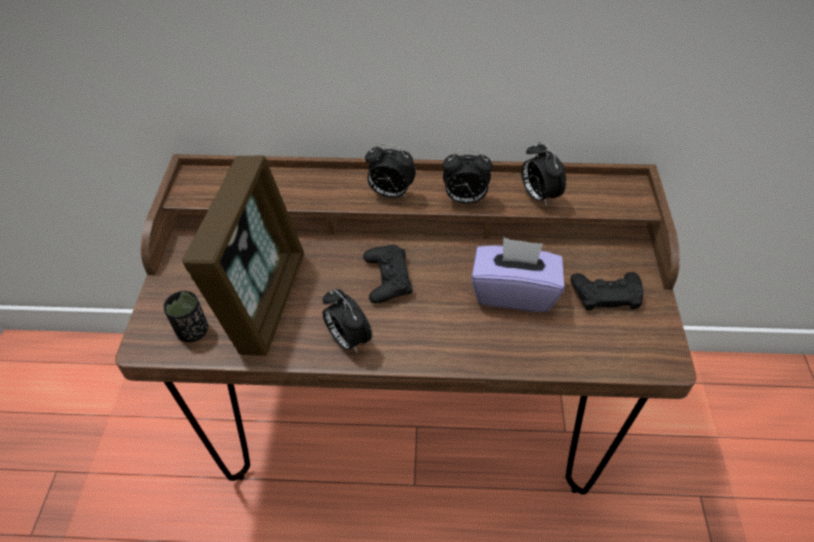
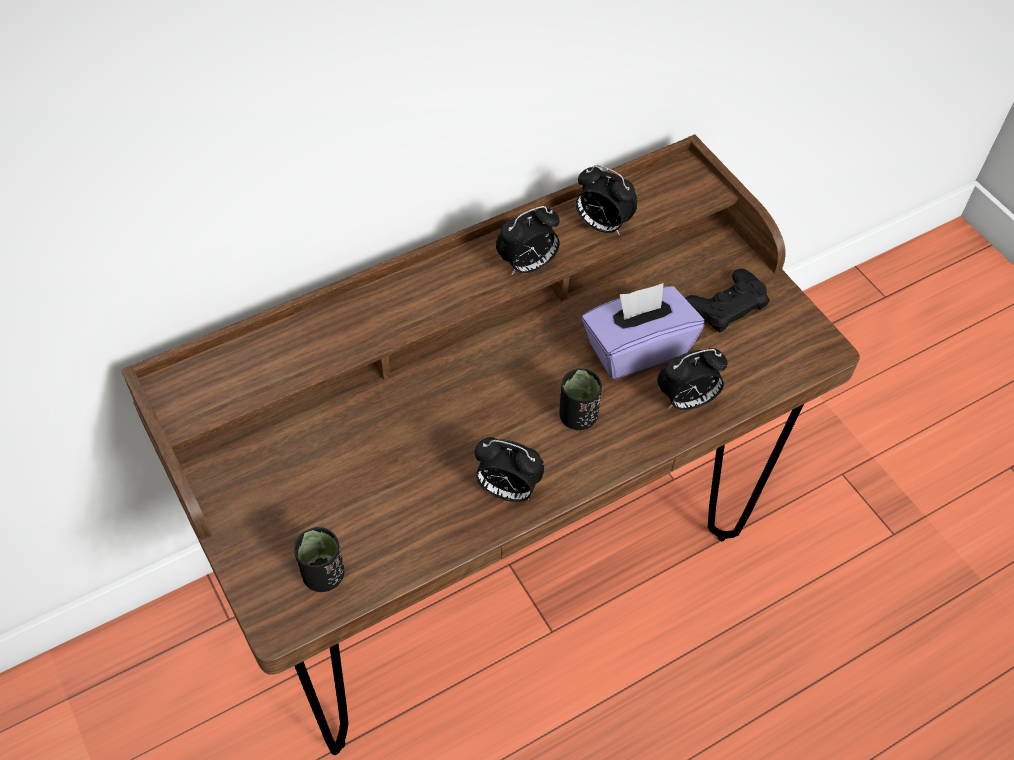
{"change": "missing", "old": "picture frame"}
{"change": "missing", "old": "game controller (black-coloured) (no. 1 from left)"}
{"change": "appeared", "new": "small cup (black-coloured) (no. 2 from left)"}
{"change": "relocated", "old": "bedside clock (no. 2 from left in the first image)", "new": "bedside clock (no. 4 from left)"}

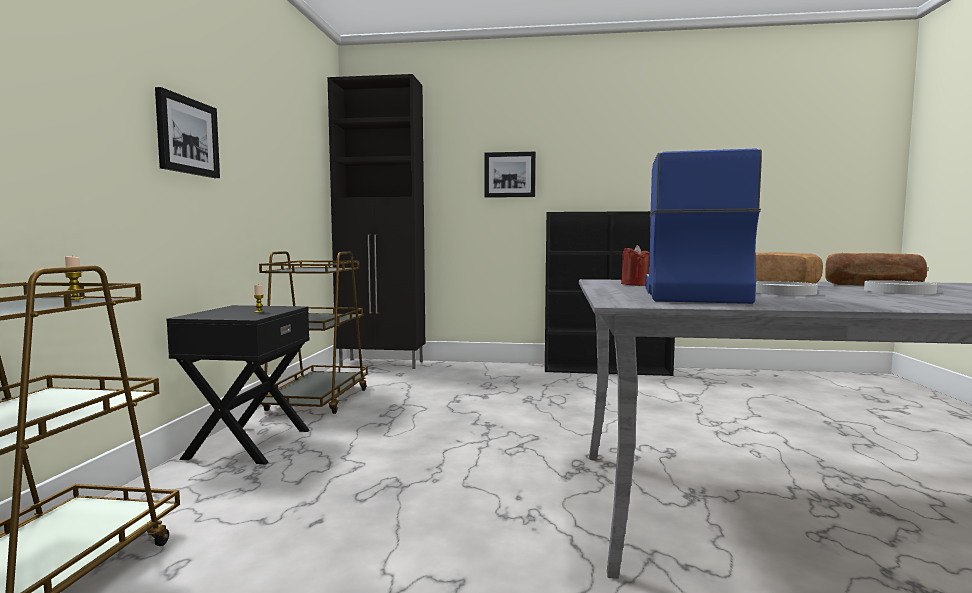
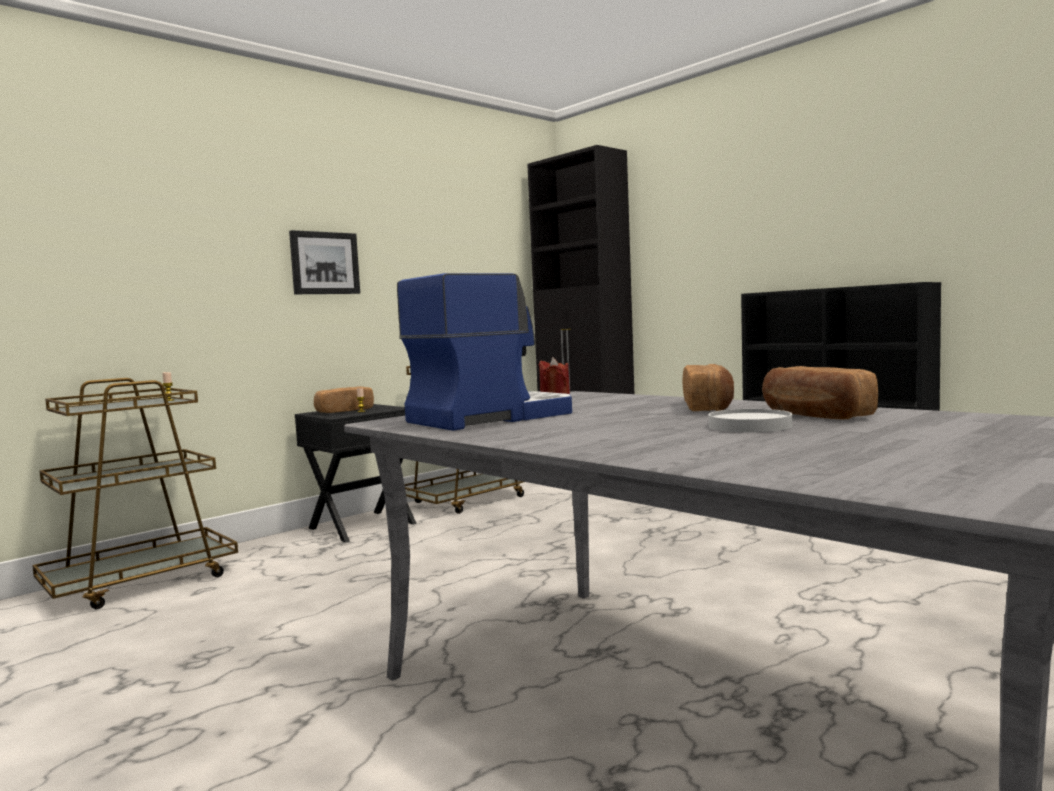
{"change": "missing", "old": "picture (no. 2 from left)"}
{"change": "missing", "old": "flat dish (whitish) (no. 1 from left)"}
{"change": "appeared", "new": "bakery bread (no. 1 from left)"}

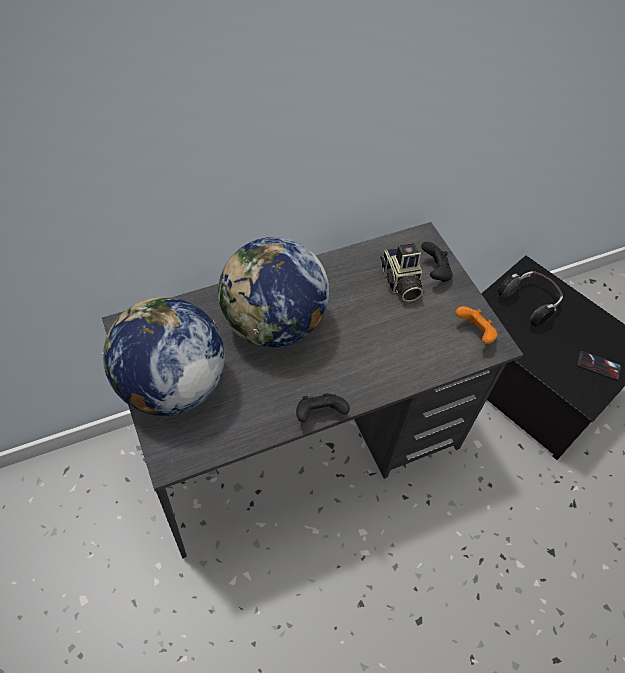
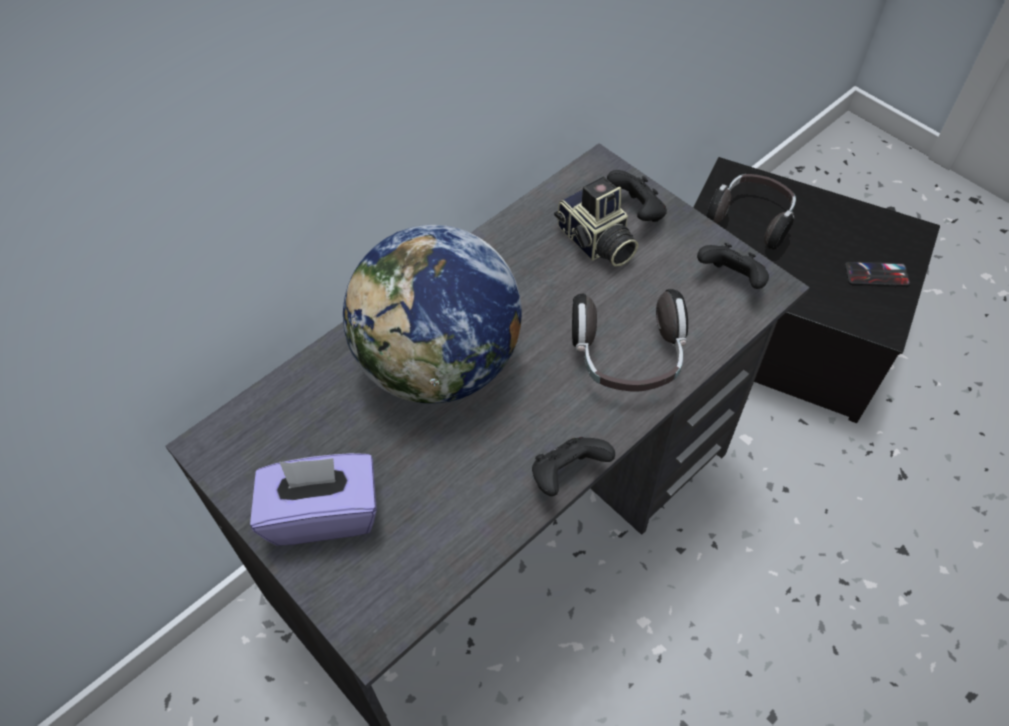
{"change": "appeared", "new": "pair of headphones (no. 1 from left)"}
{"change": "exchanged", "old": "globe (no. 1 from left)", "new": "box of tissues (purple)"}
{"change": "colour", "old": "game controller (orange-coloured)", "new": "game controller (black-coloured) (no. 3 from left)"}

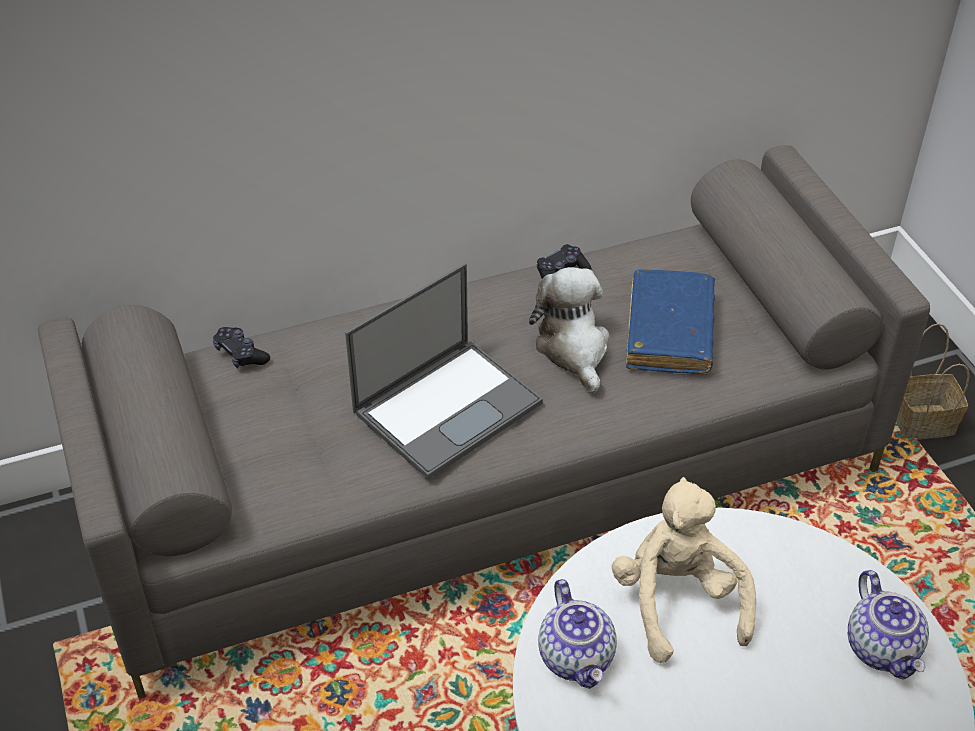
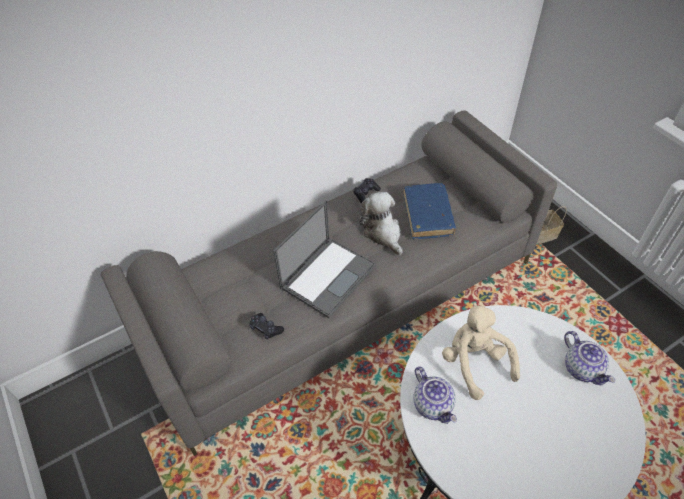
{"change": "relocated", "old": "game controller (black-coloured) (no. 1 from left)"}

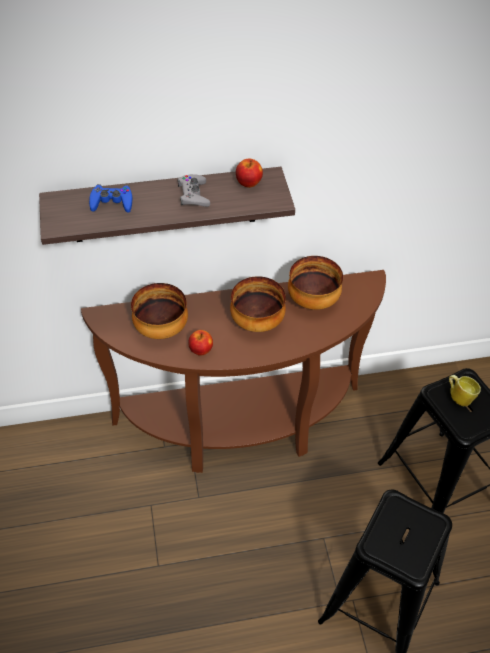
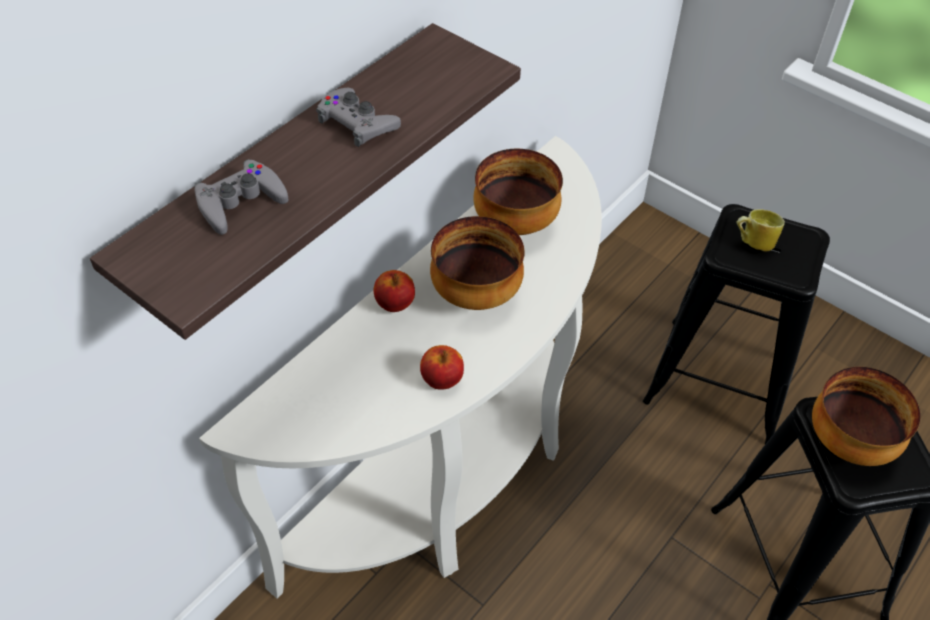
{"change": "relocated", "old": "serving bowl (no. 1 from left in the first image)", "new": "serving bowl (no. 3 from left)"}
{"change": "relocated", "old": "apple fruit (no. 2 from left in the first image)", "new": "apple fruit (no. 1 from left)"}
{"change": "colour", "old": "console table (brown)", "new": "console table (whitish)"}
{"change": "colour", "old": "game controller (bluish)", "new": "game controller (grey) (no. 1 from left)"}

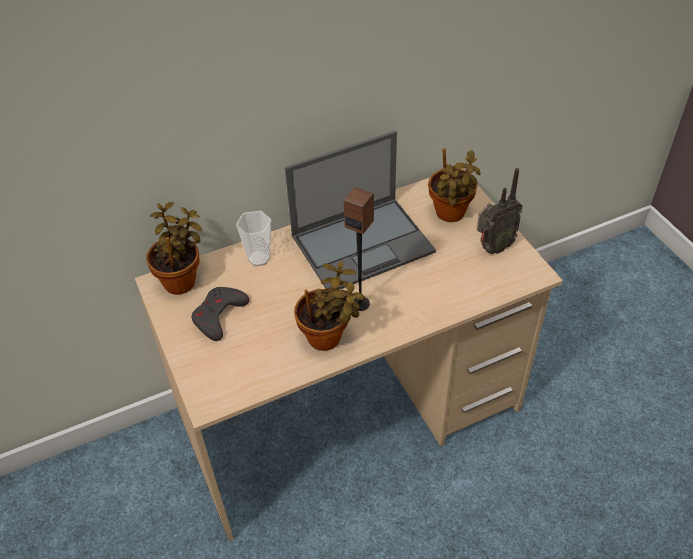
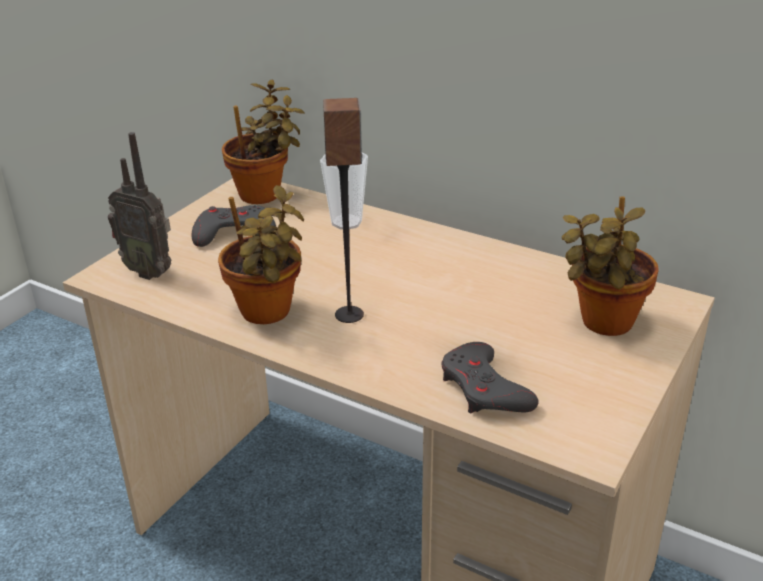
{"change": "missing", "old": "laptop"}
{"change": "appeared", "new": "game controller (grey) (no. 2 from left)"}
{"change": "relocated", "old": "radio"}

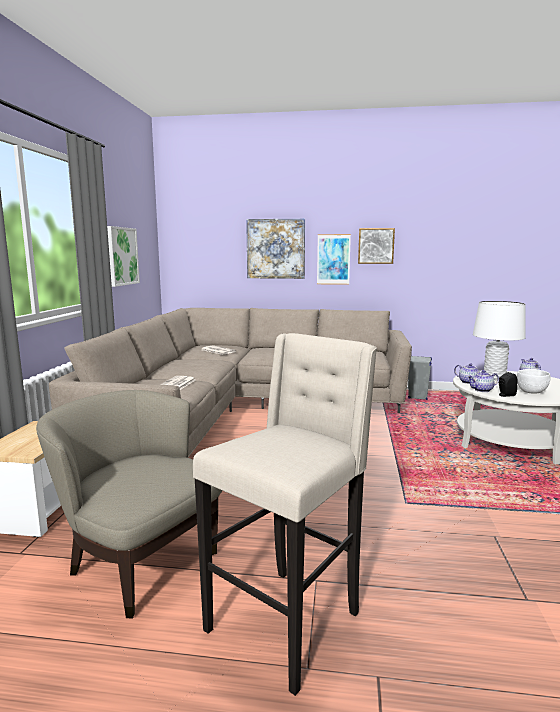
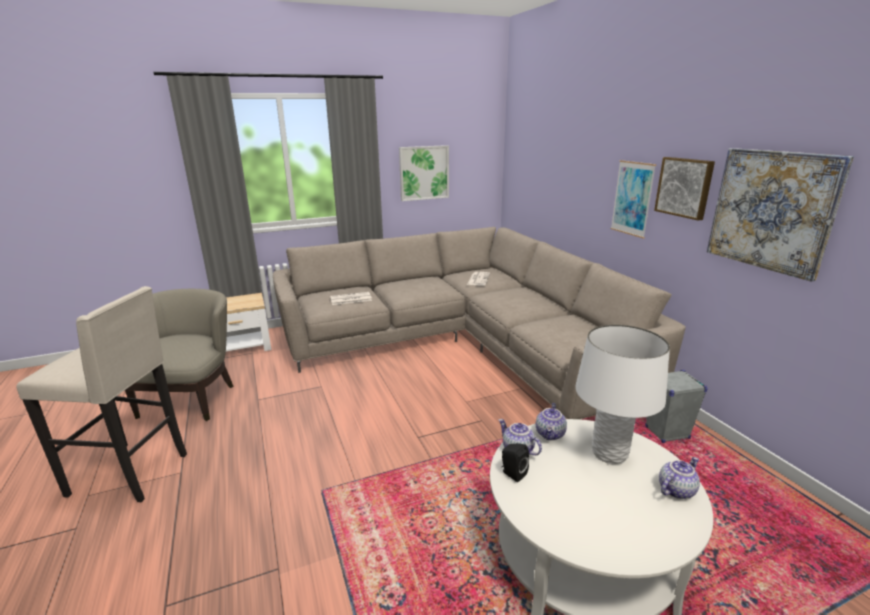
{"change": "missing", "old": "serving bowl (whitish)"}
{"change": "relocated", "old": "picture (no. 2 from left in the first image)", "new": "picture (no. 4 from left)"}

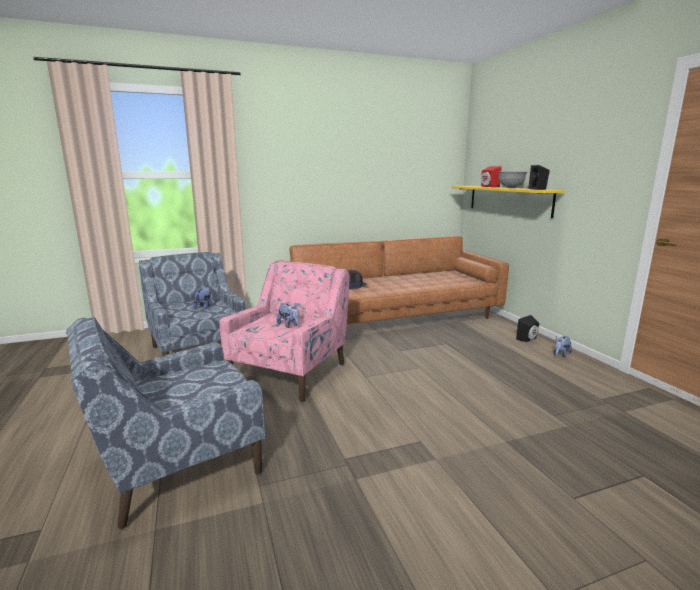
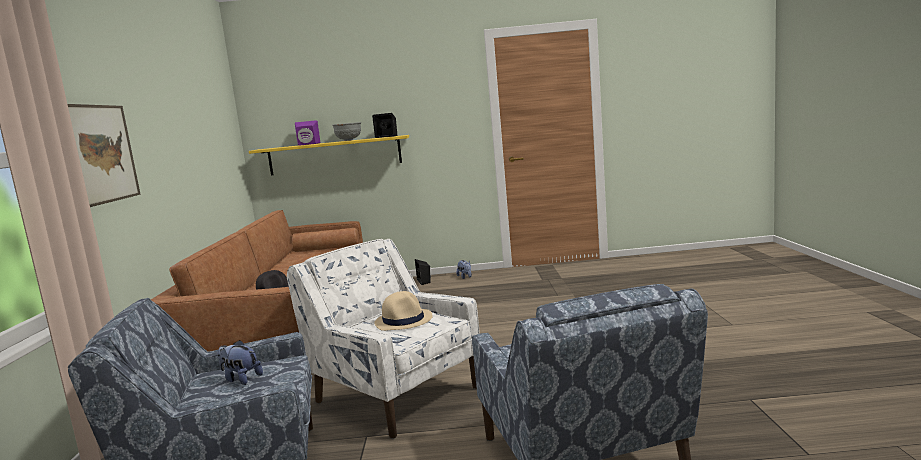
{"change": "appeared", "new": "picture"}
{"change": "exchanged", "old": "plush toy (no. 2 from left)", "new": "hat (beige-coloured)"}
{"change": "colour", "old": "easy chair (pinkish)", "new": "easy chair (whitish)"}
{"change": "colour", "old": "loudspeaker (red-coloured)", "new": "loudspeaker (purple)"}

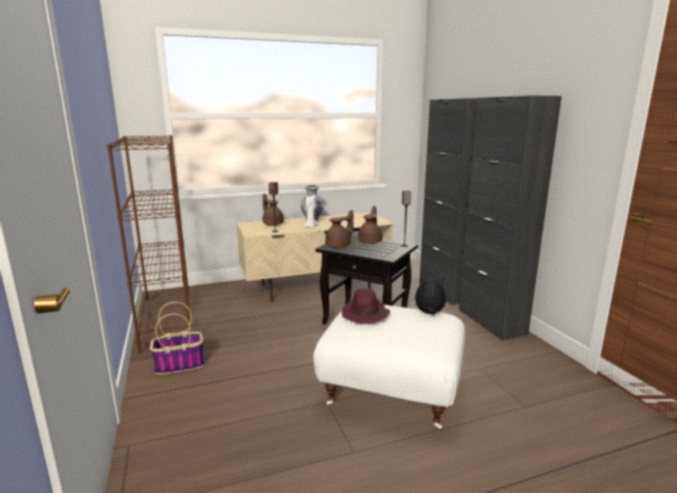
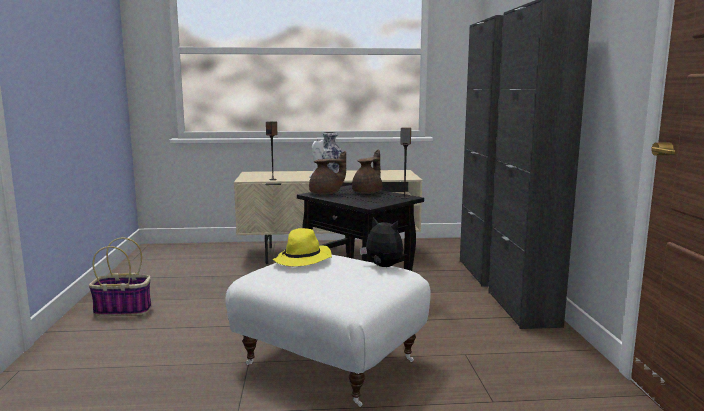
{"change": "missing", "old": "shelving unit (brown)"}
{"change": "missing", "old": "teapot (brown) (no. 1 from left)"}
{"change": "colour", "old": "hat (purple)", "new": "hat (yellowish)"}

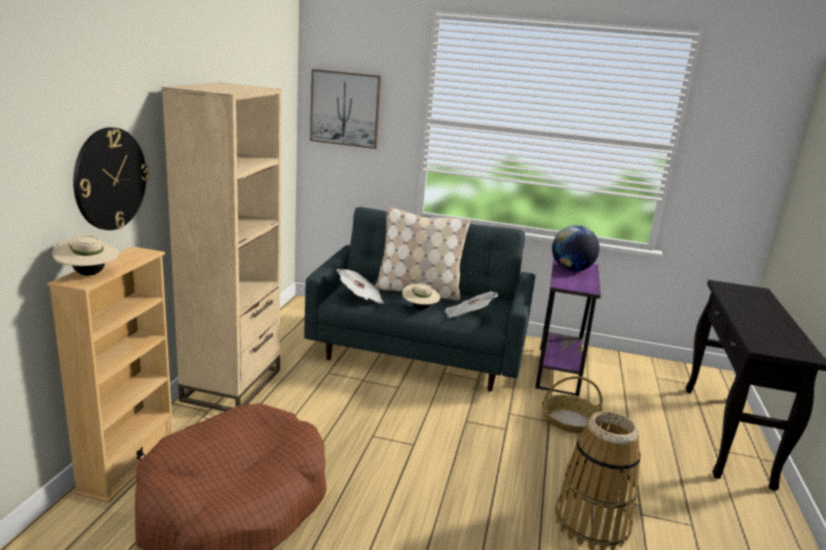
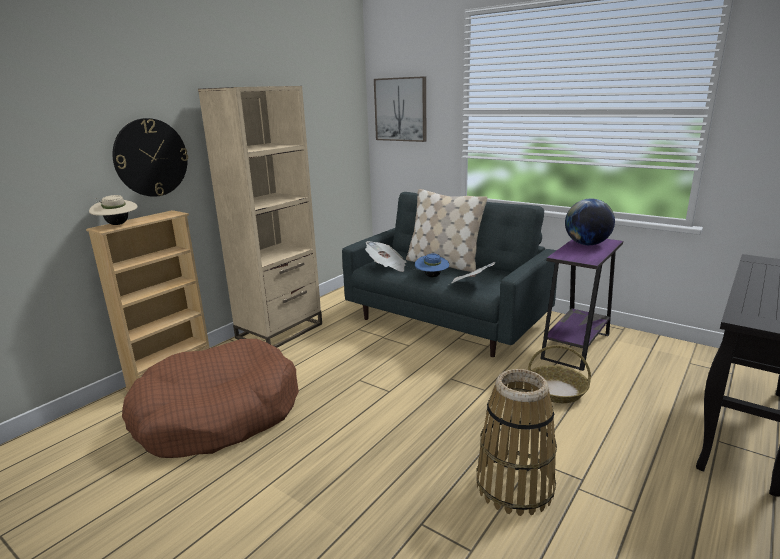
{"change": "colour", "old": "hat (beige-coloured) (no. 2 from left)", "new": "hat (bluish)"}

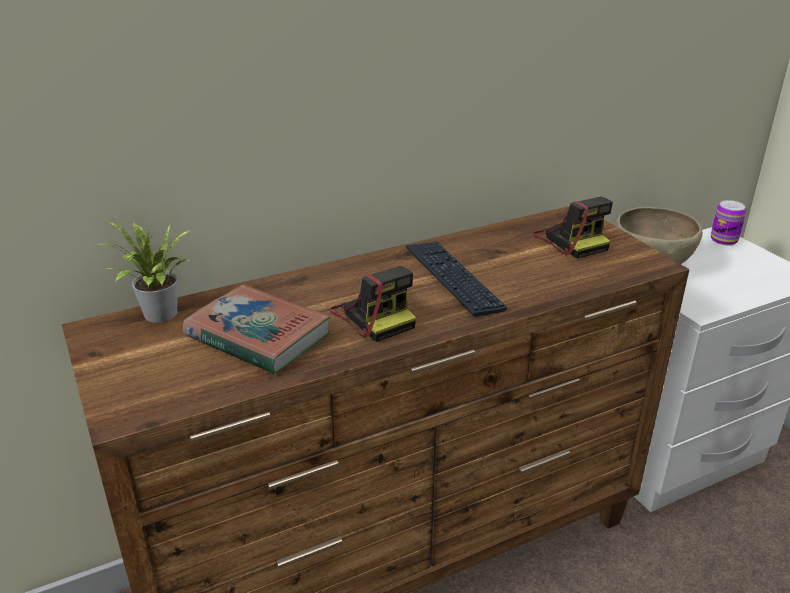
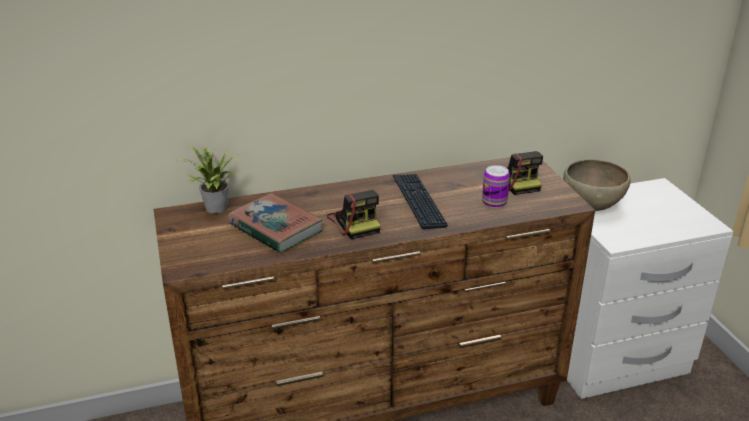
{"change": "relocated", "old": "metal can"}

